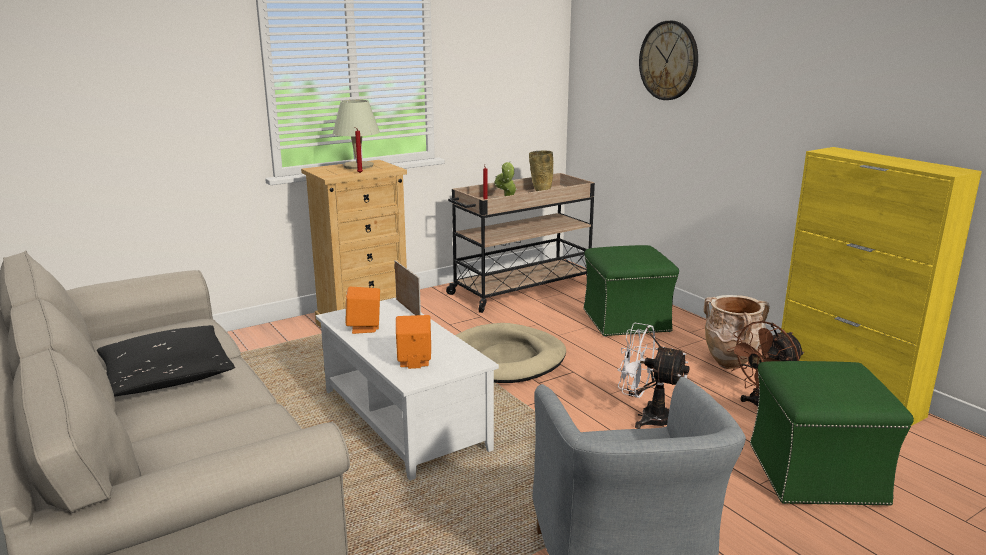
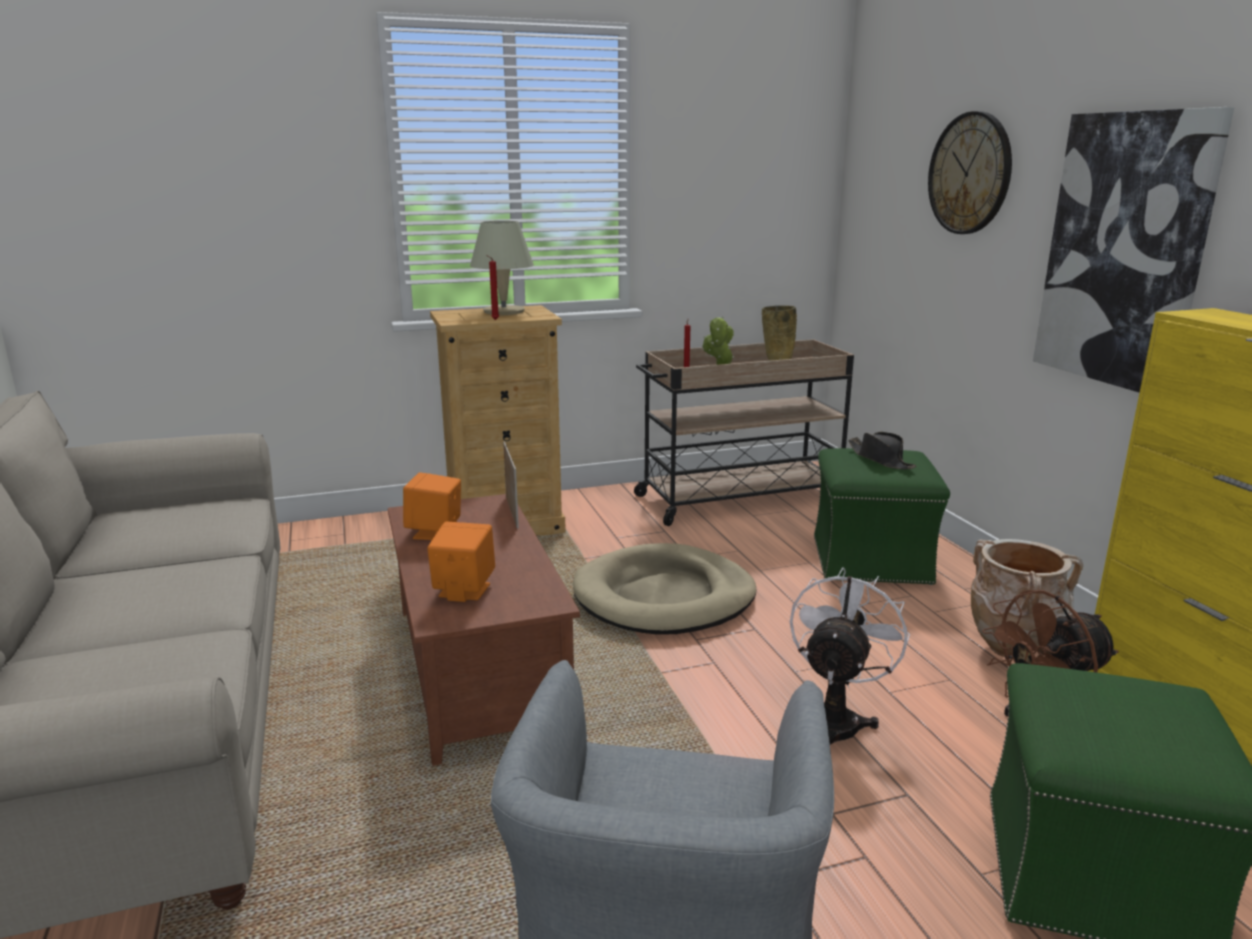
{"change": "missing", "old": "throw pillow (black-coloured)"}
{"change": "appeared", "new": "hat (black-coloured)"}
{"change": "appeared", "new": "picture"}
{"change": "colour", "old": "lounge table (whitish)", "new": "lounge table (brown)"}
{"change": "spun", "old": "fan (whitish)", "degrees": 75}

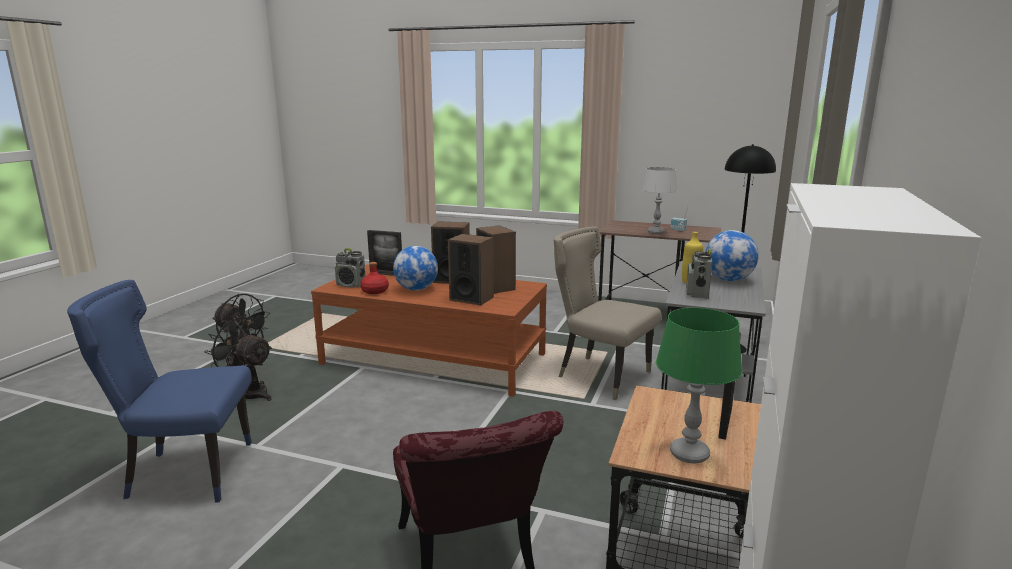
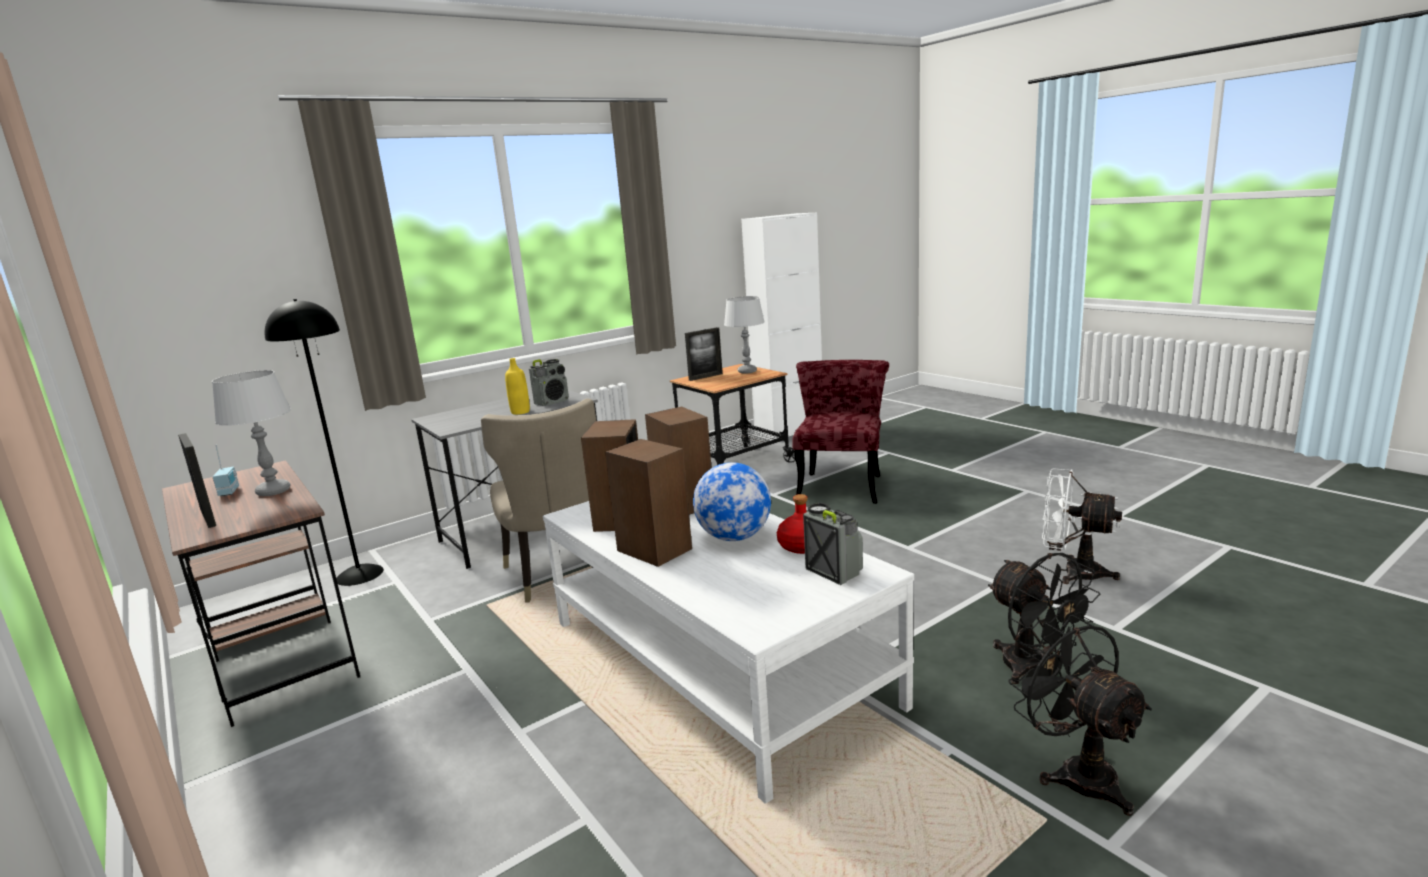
{"change": "missing", "old": "globe (no. 2 from left)"}
{"change": "relocated", "old": "picture frame (no. 1 from left)"}
{"change": "exchanged", "old": "chair (bluish)", "new": "fan (whitish)"}
{"change": "colour", "old": "lounge table (brown)", "new": "lounge table (whitish)"}
{"change": "colour", "old": "lamp for a table (green)", "new": "lamp for a table (grey) (no. 2 from left)"}

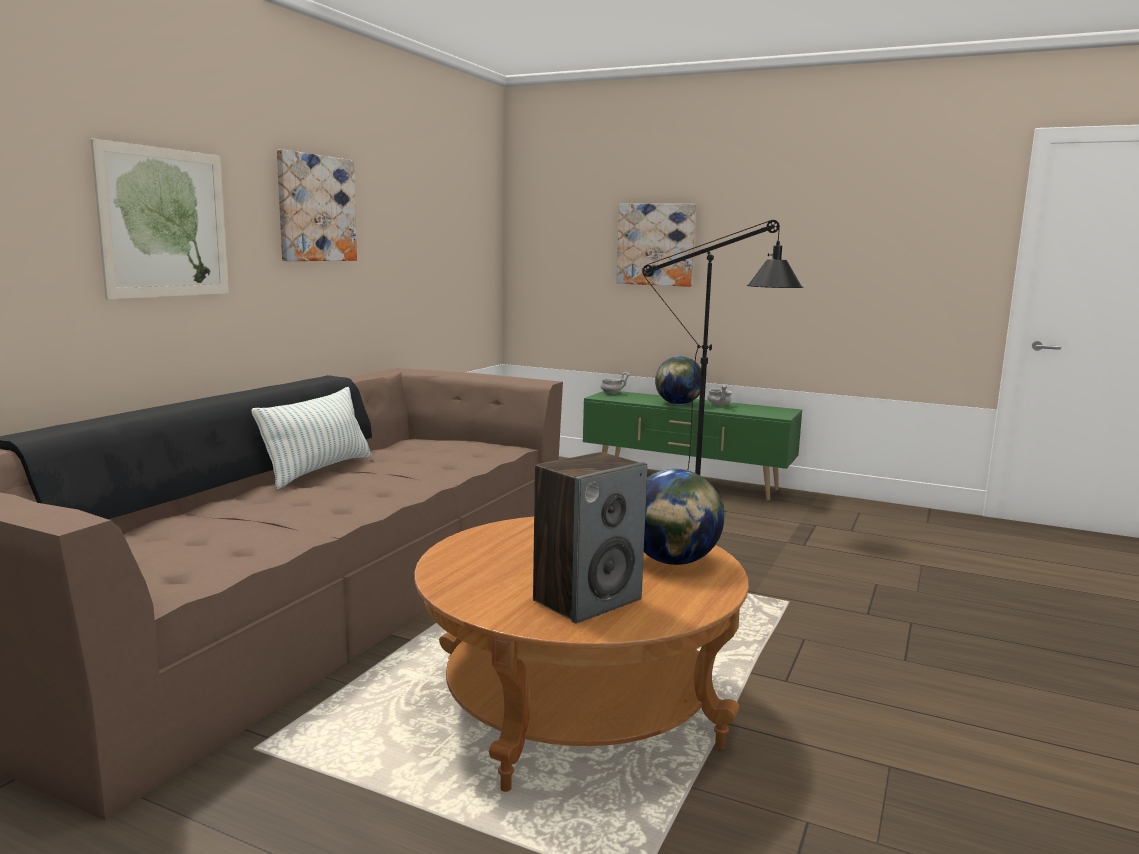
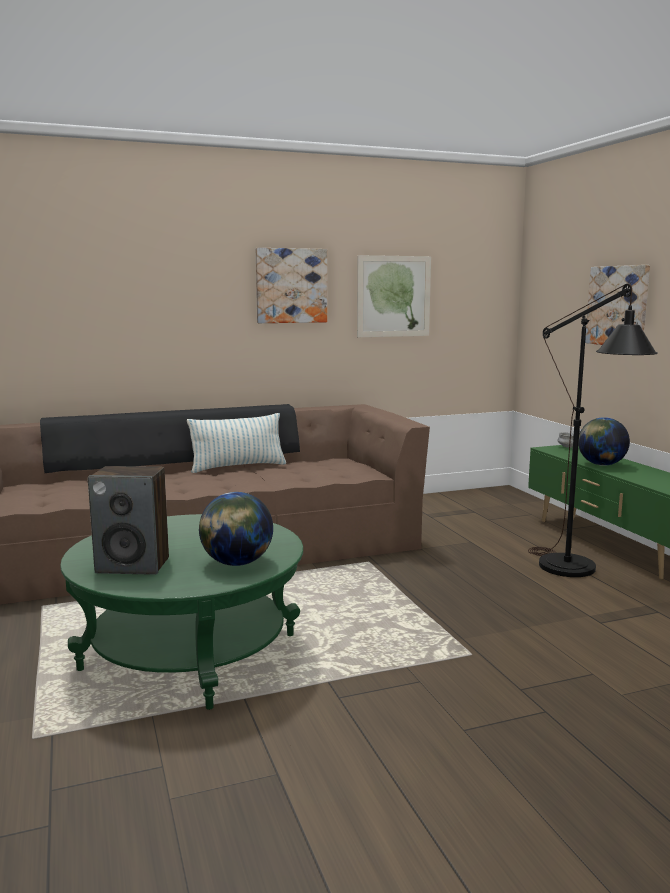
{"change": "missing", "old": "serving bowl (grey) (no. 2 from left)"}
{"change": "relocated", "old": "picture (no. 1 from left in the first image)", "new": "picture (no. 2 from left)"}
{"change": "colour", "old": "lounge table (brown)", "new": "lounge table (green)"}

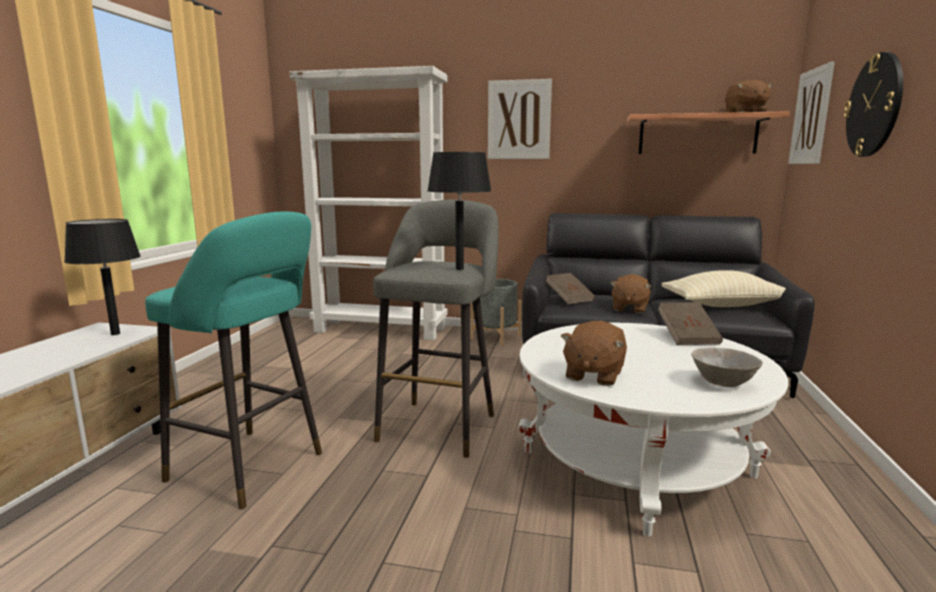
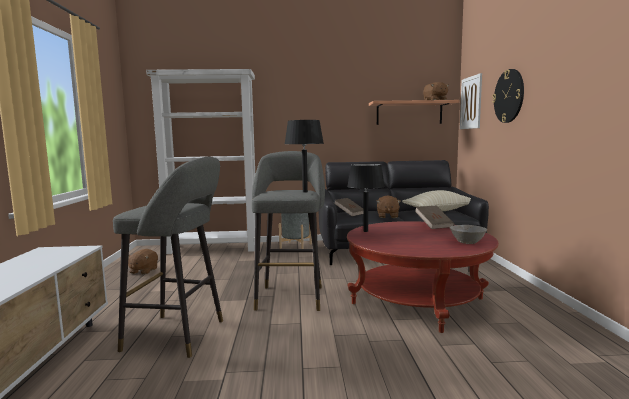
{"change": "missing", "old": "picture (no. 1 from left)"}
{"change": "relocated", "old": "lamp for a table (black-coloured) (no. 1 from left in the first image)", "new": "lamp for a table (black-coloured) (no. 2 from left)"}
{"change": "relocated", "old": "plush toy (brown) (no. 1 from left)"}
{"change": "colour", "old": "sitting stool (turquoise)", "new": "sitting stool (grey) (no. 1 from left)"}
{"change": "colour", "old": "lounge table (whitish)", "new": "lounge table (red-coloured)"}

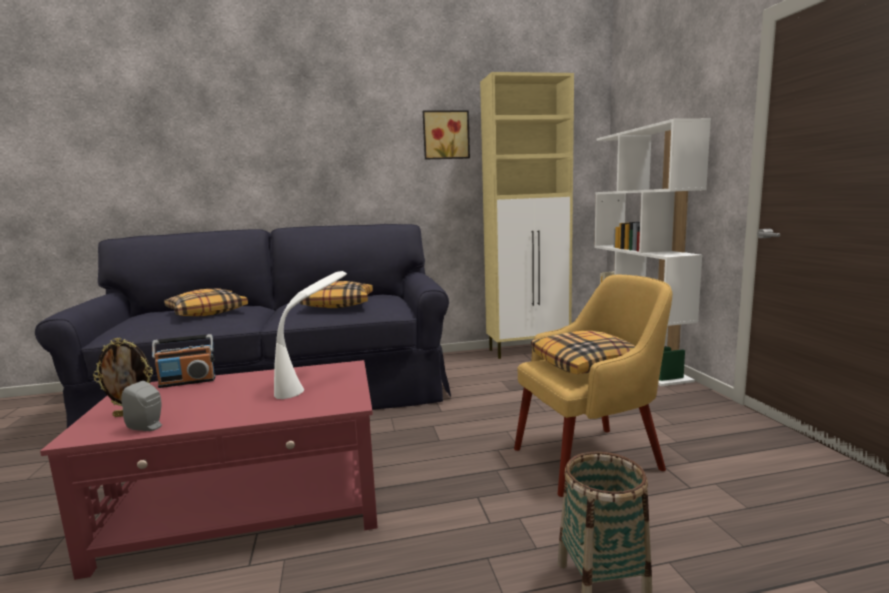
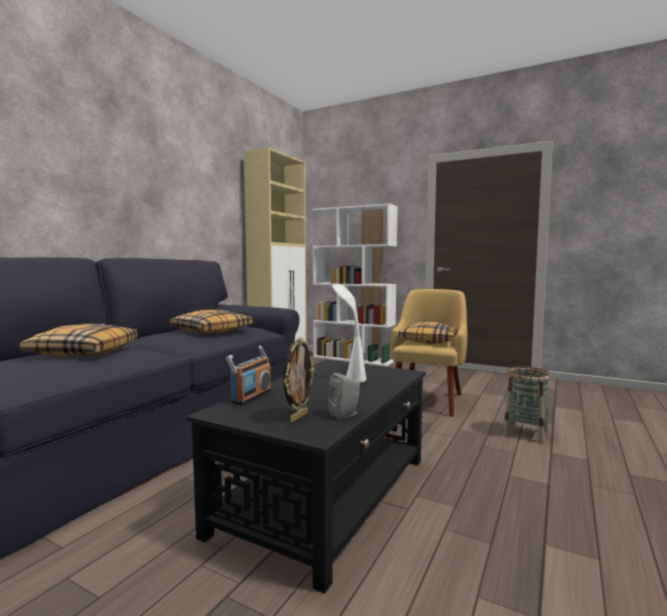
{"change": "missing", "old": "picture"}
{"change": "colour", "old": "lounge table (red-coloured)", "new": "lounge table (black-coloured)"}

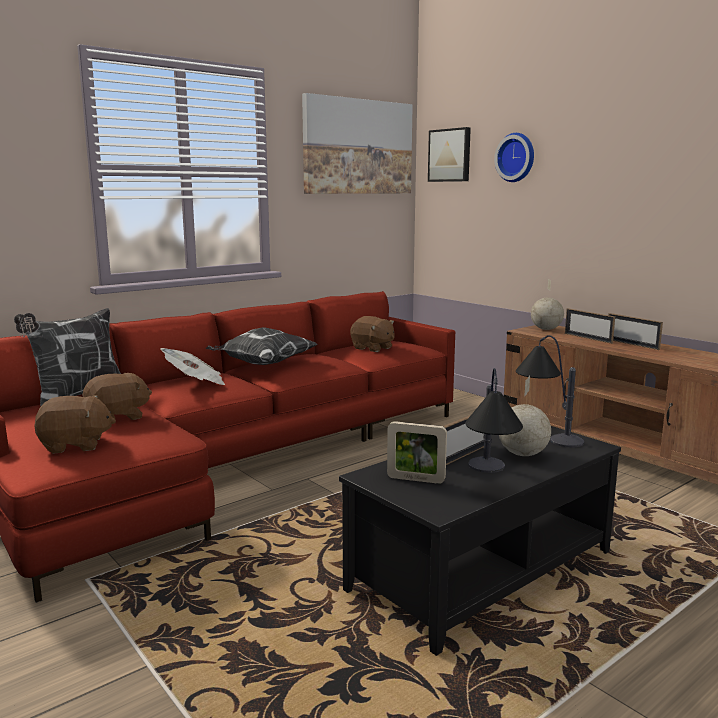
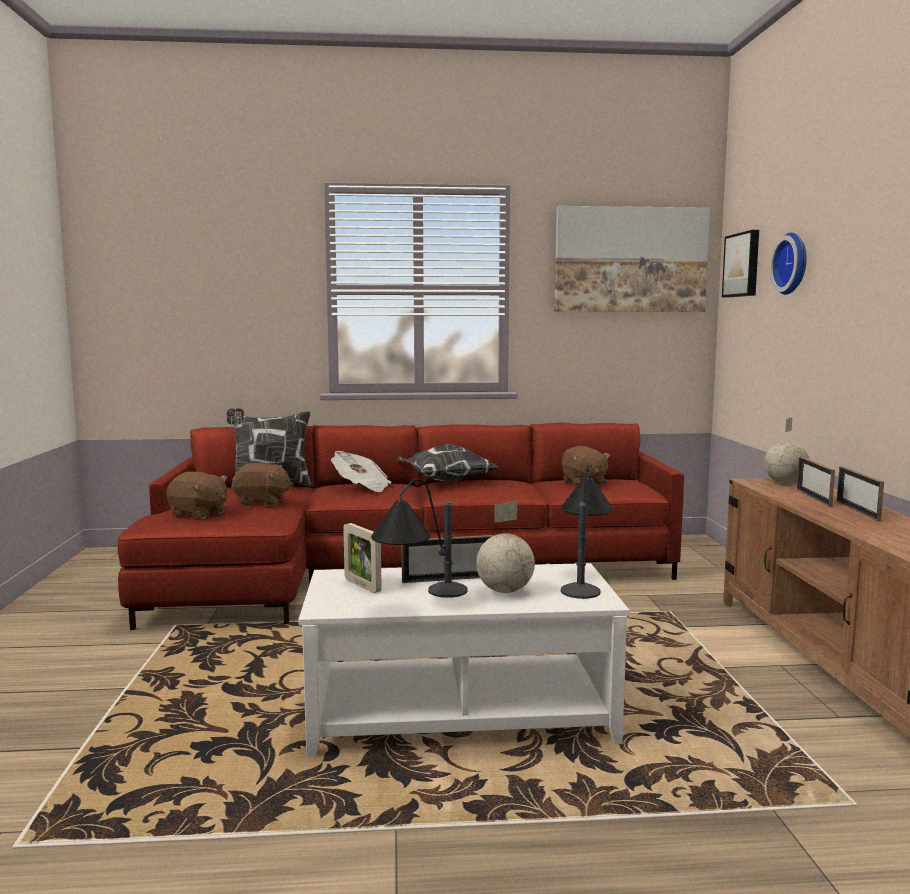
{"change": "colour", "old": "lounge table (black-coloured)", "new": "lounge table (whitish)"}

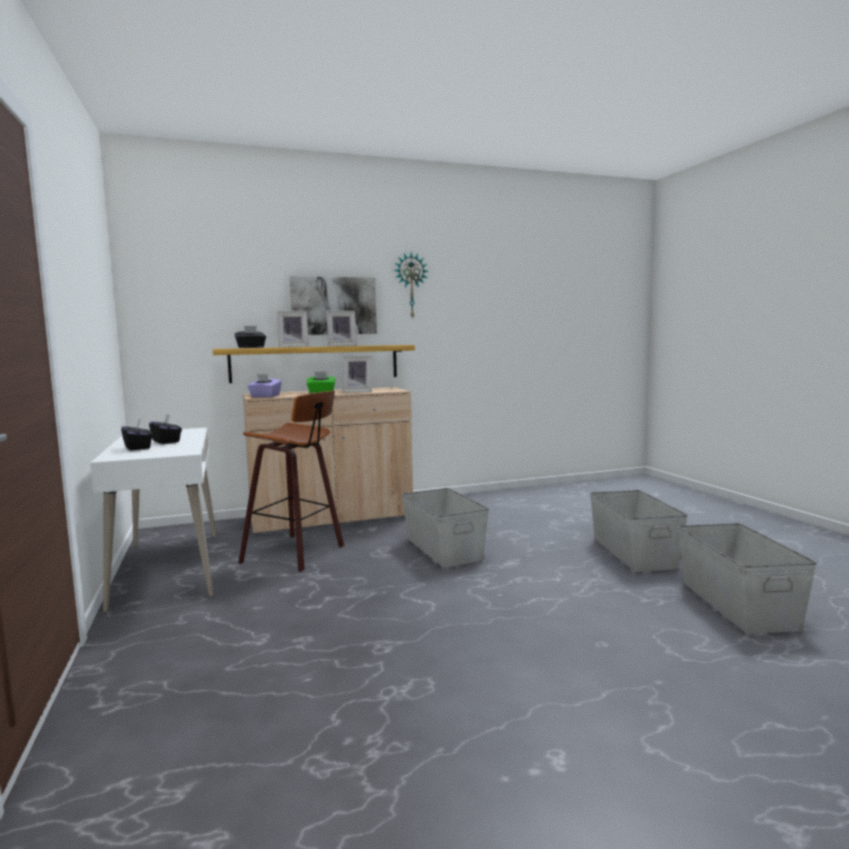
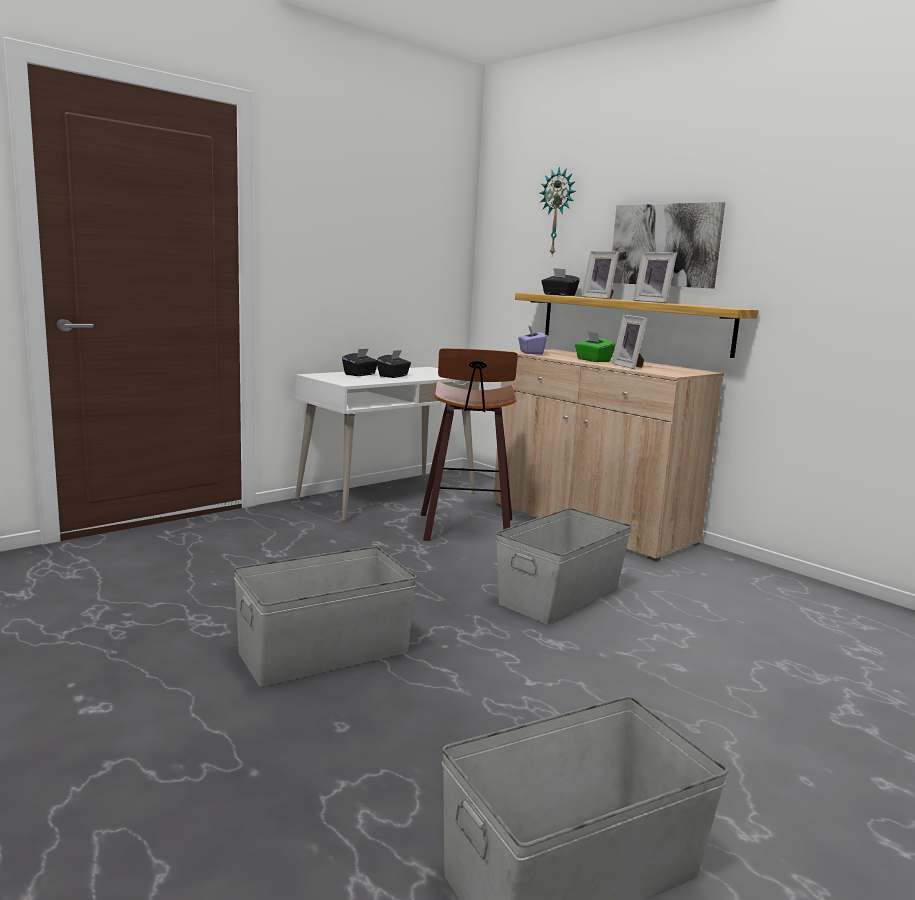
{"change": "relocated", "old": "clock on the wall"}
{"change": "relocated", "old": "storage container (grey) (no. 2 from left in the first image)", "new": "storage container (grey) (no. 1 from left)"}

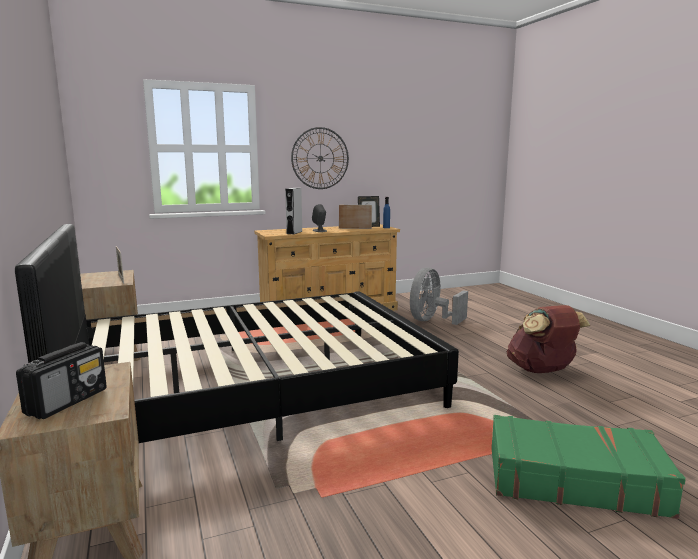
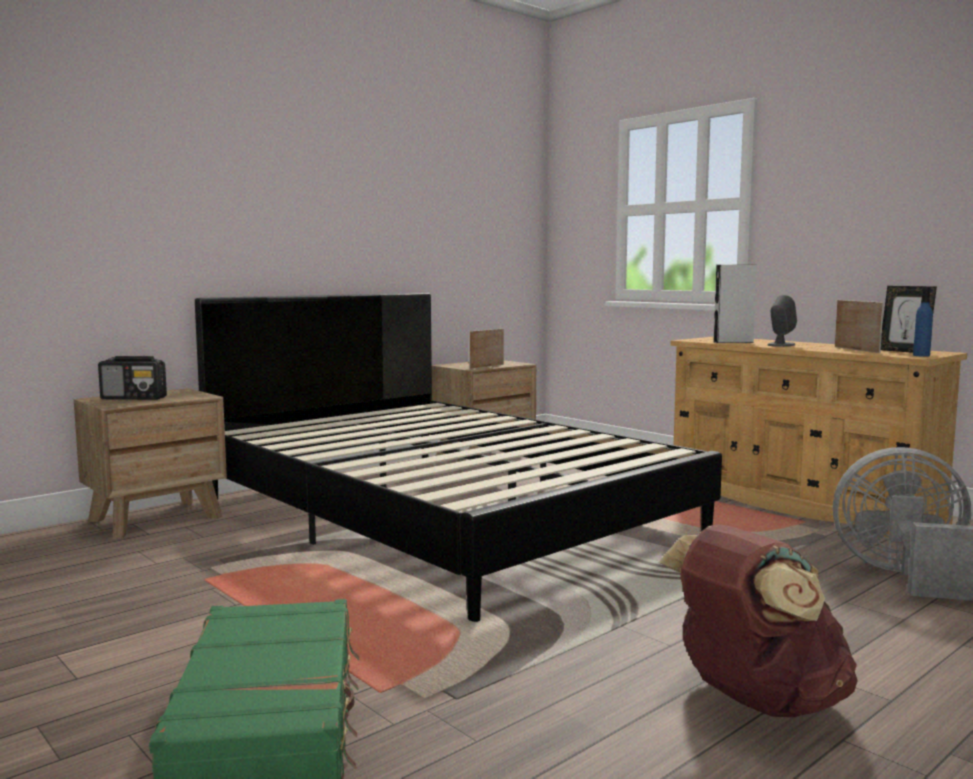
{"change": "missing", "old": "clock on the wall"}

